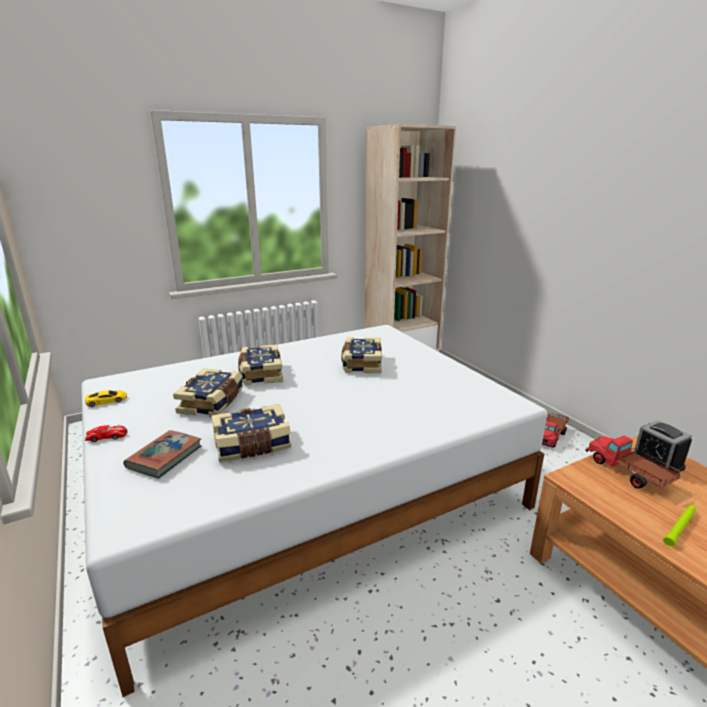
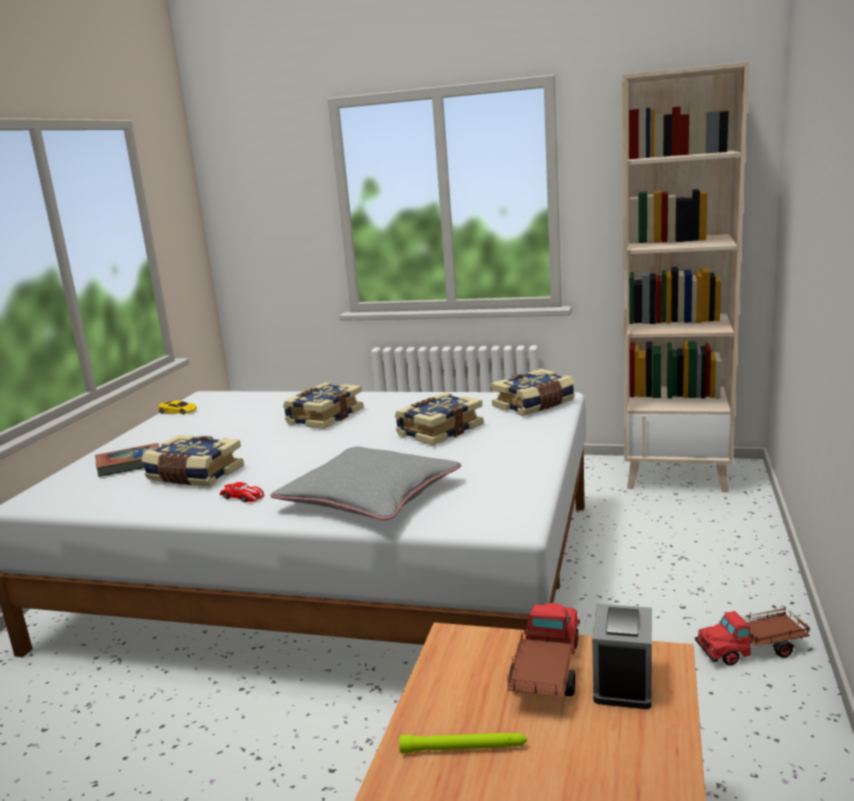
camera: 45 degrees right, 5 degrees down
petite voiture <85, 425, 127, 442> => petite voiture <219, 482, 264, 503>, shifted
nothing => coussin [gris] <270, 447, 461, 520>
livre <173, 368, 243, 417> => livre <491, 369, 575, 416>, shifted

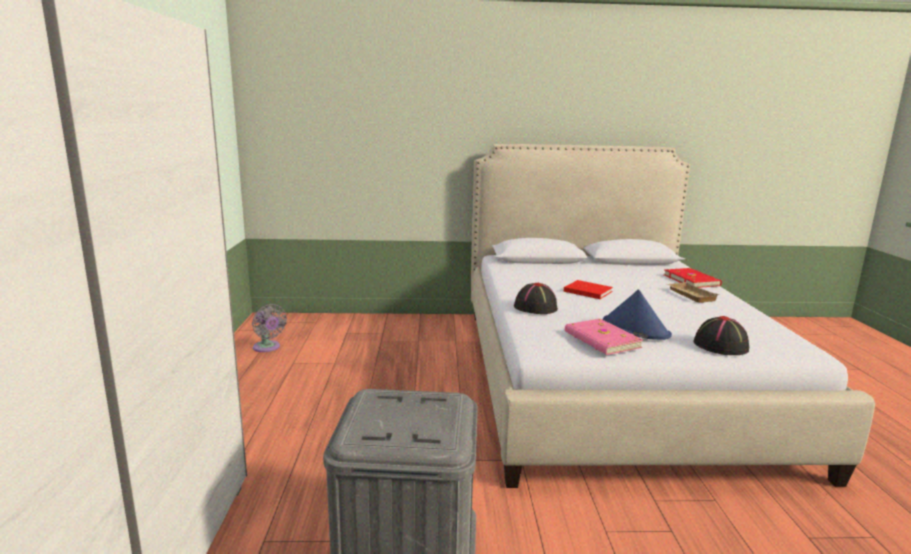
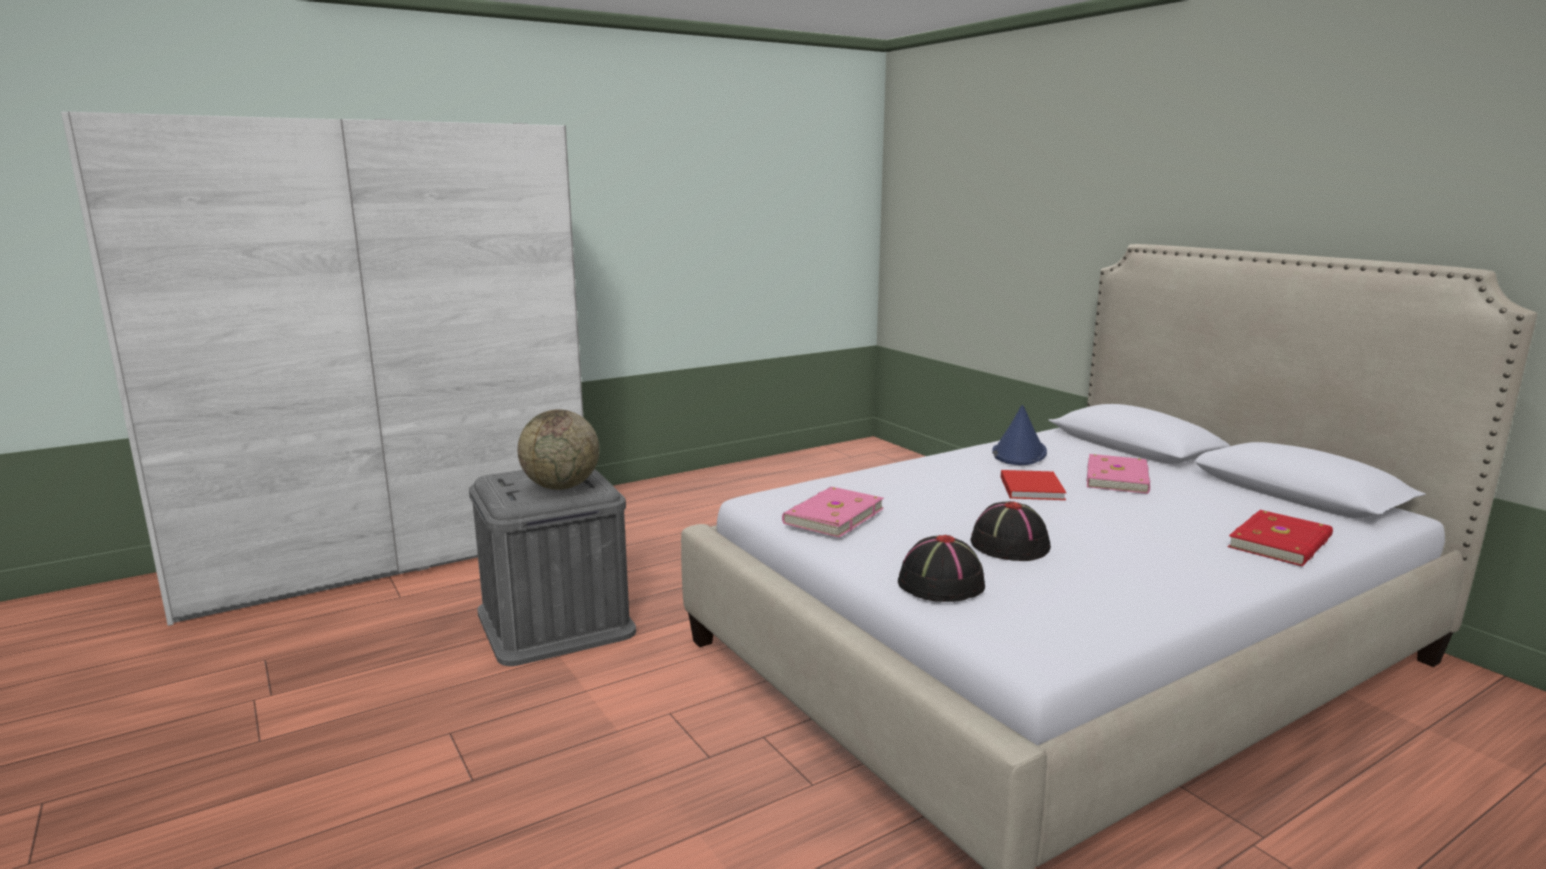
camera: 60 degrees right, 0 degrees up
nothing => globe <517, 409, 599, 490>
chapeau [noir] <514, 283, 558, 314> => chapeau [noir] <971, 501, 1051, 561>, shifted
chapeau [bleu] <603, 290, 672, 340> => chapeau [bleu] <992, 405, 1047, 465>, shifted
nothing => livre [rose] <1087, 454, 1150, 494>
ventilateur [gris] <252, 304, 287, 352> => nothing
plateau [beige] <666, 282, 720, 303> => nothing

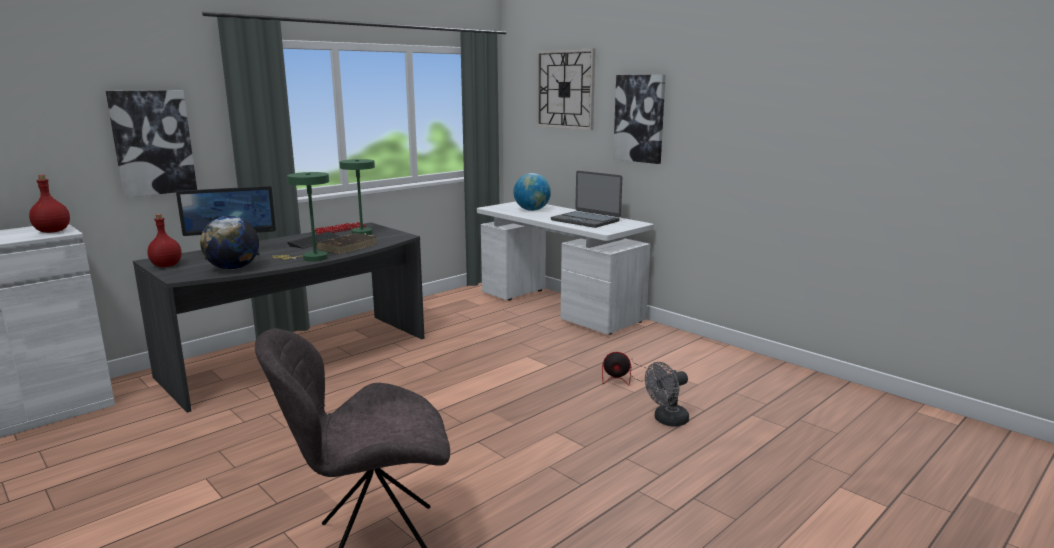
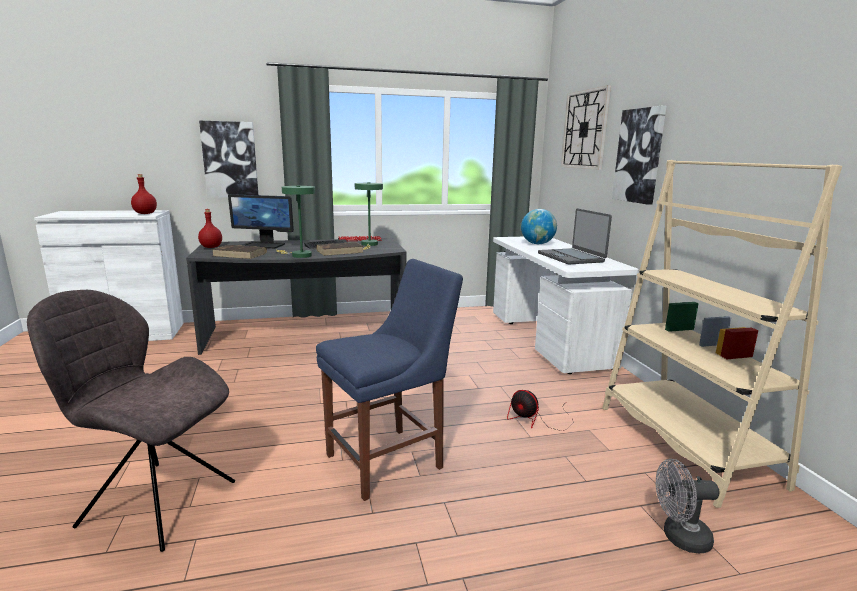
camera: 30 degrees right, 0 degrees up
globe <200, 216, 259, 270> => livre [marron] <211, 245, 267, 259>
nothing => chaise [bleu] <316, 259, 463, 501>
nothing => bibliothèque [beige] <602, 160, 842, 508>
ventilateur [gris] <645, 362, 689, 426> => ventilateur [gris] <656, 459, 719, 553>, shifted

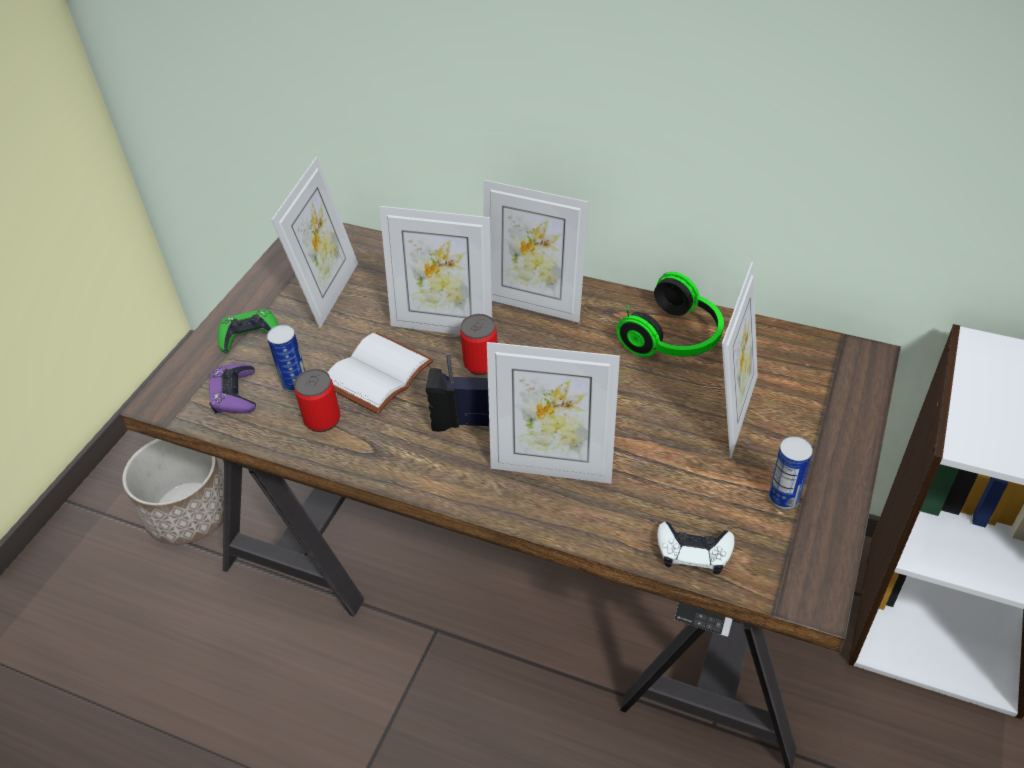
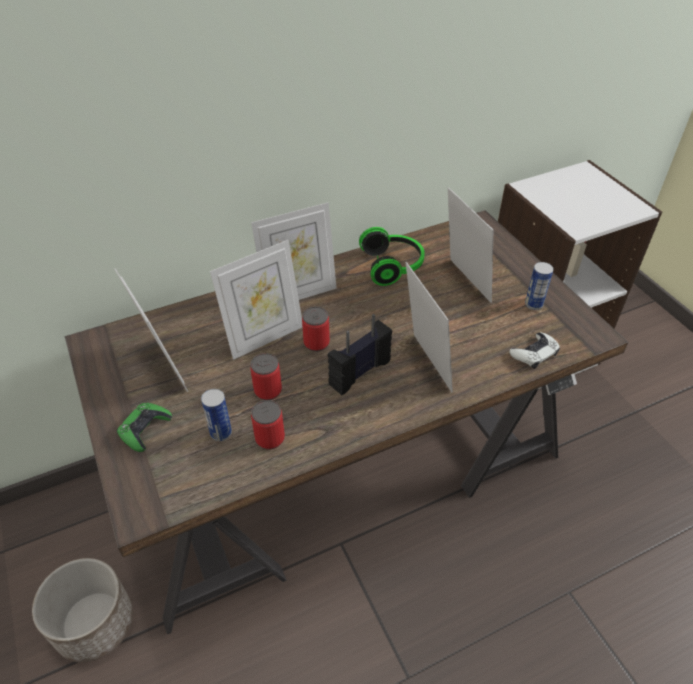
camera: 50 degrees left, 0 degrees up
livre [blanc] <327, 332, 434, 414> => boîte métallique <250, 353, 282, 400>
cadre photo <487, 342, 620, 483> => cadre photo <405, 262, 453, 392>, 75 degrees counterclockwise
manette [violet] <209, 364, 256, 414> => nothing

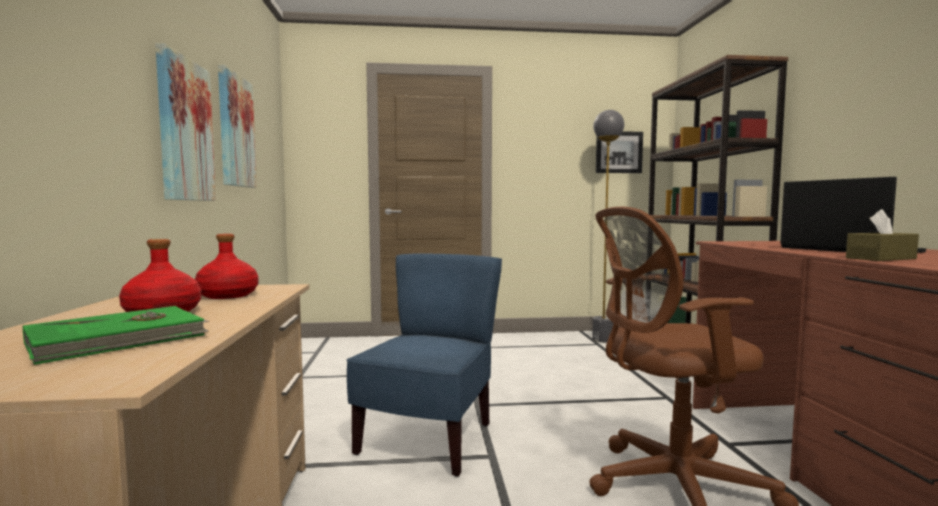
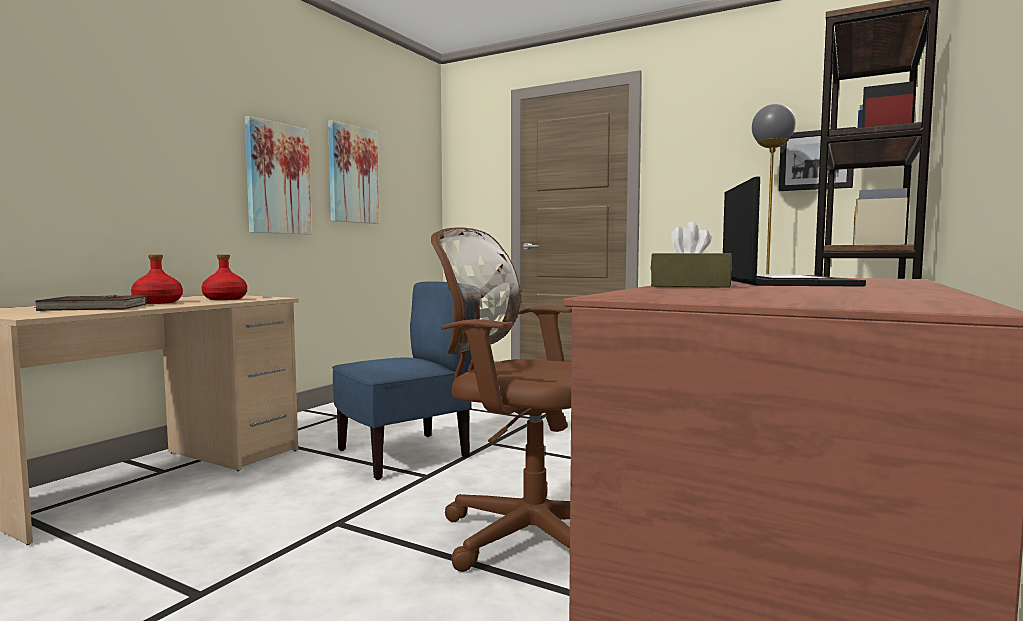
camera: 35 degrees right, 0 degrees up
livre [vert] <22, 306, 209, 365> => livre [marron] <34, 295, 146, 311>

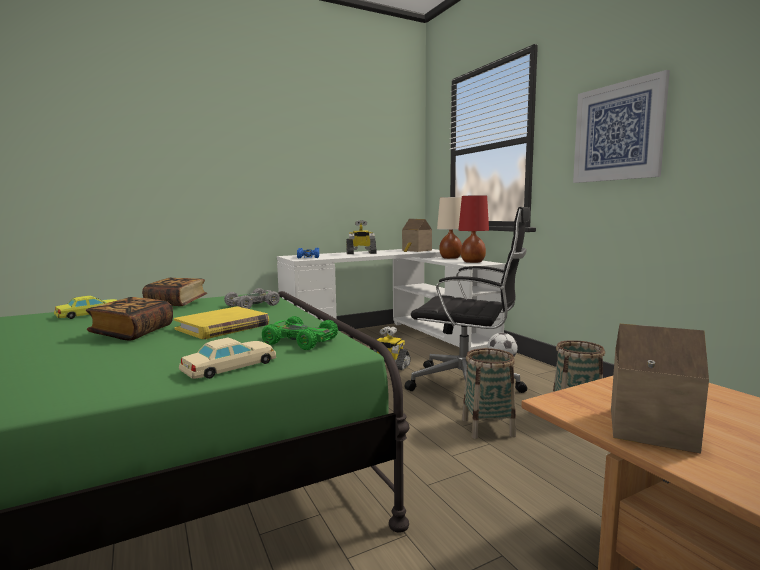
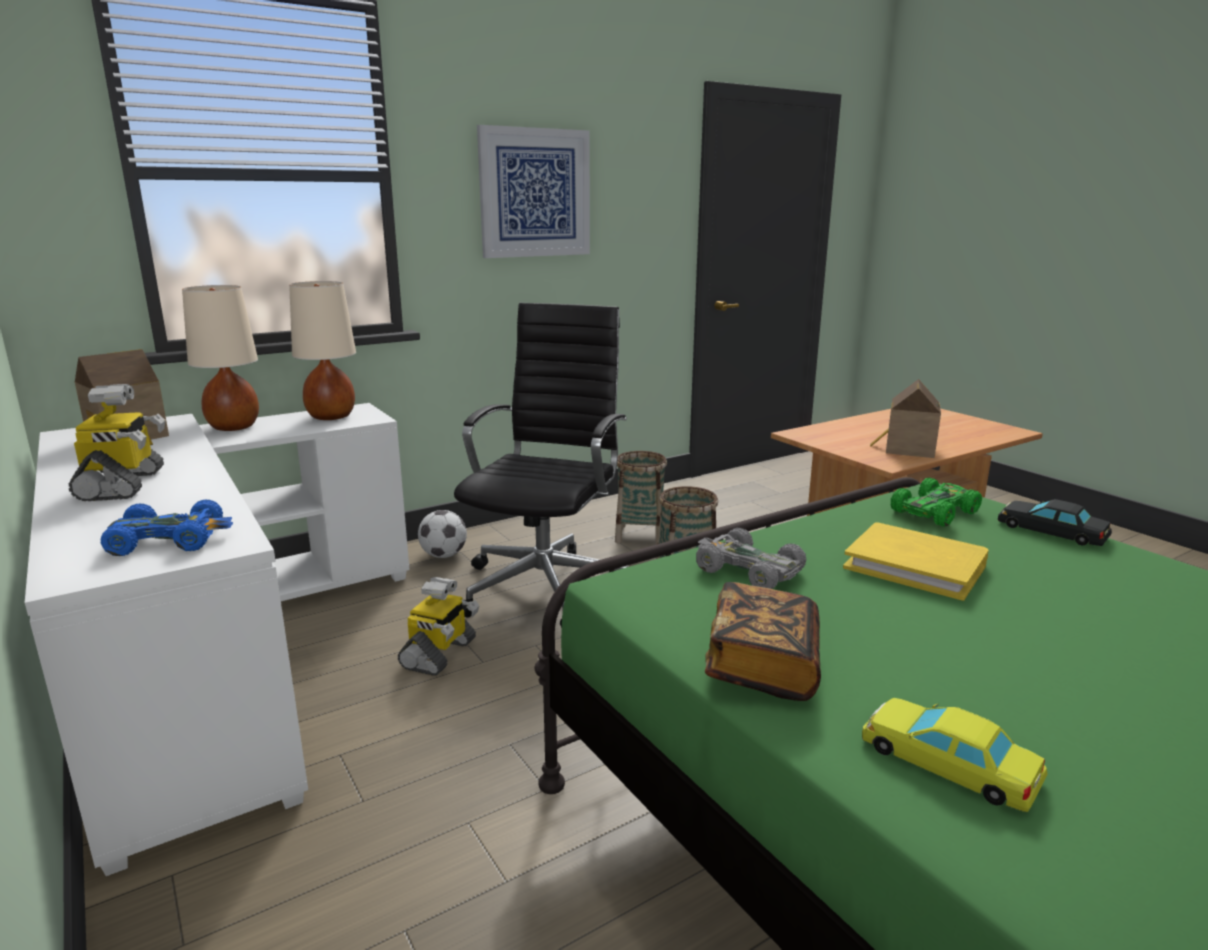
camera: 95 degrees left, 10 degrees up
lampe de table [rouge] <458, 195, 489, 263> => lampe de table [beige] <289, 281, 356, 420>
petite voiture [vert] <262, 316, 338, 350> => petite voiture [vert] <891, 478, 982, 526>, 150 degrees counterclockwise
petite voiture [beige] <179, 338, 276, 379> => petite voiture [noir] <998, 499, 1112, 546>
livre <86, 297, 173, 340> => nothing

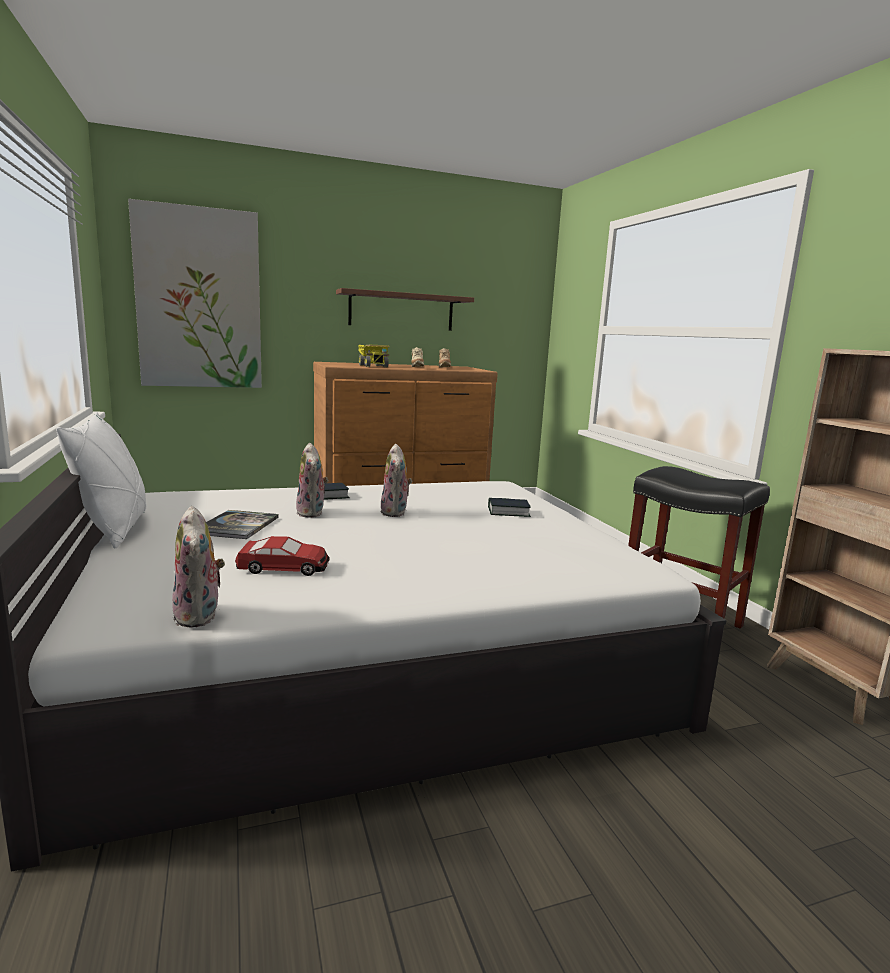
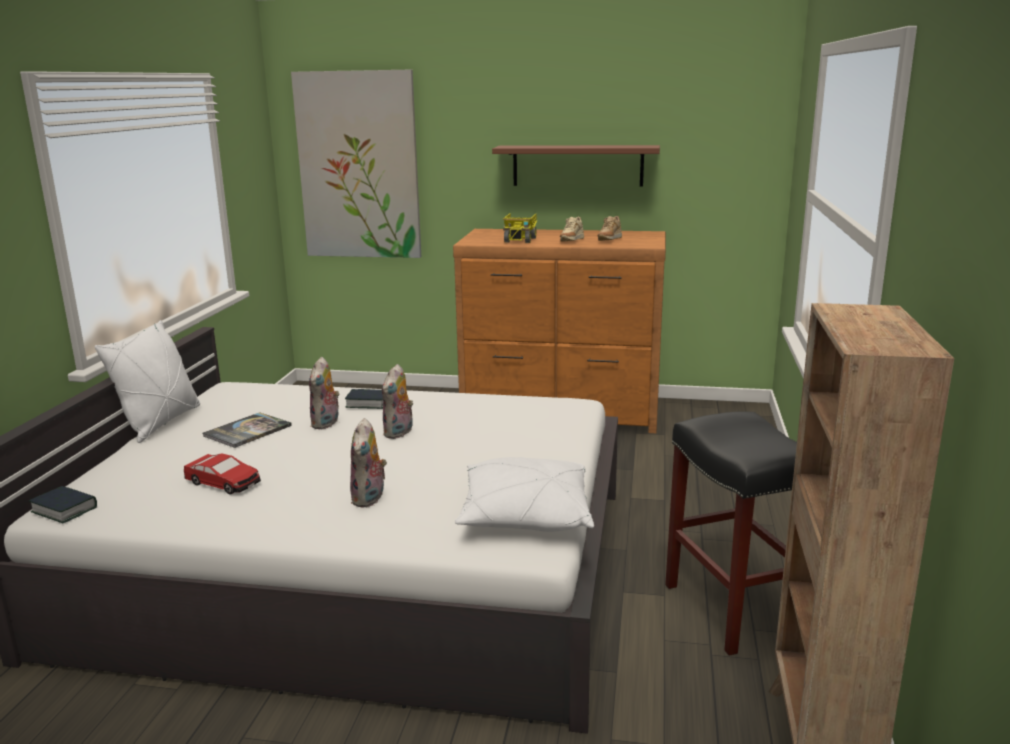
camera: 30 degrees right, 5 degrees up
livre <488, 498, 531, 517> => livre <29, 486, 97, 523>, shifted
peluche <172, 506, 225, 628> => peluche <350, 418, 387, 507>, shifted
nothing => coussin [blanc] <455, 457, 594, 532>

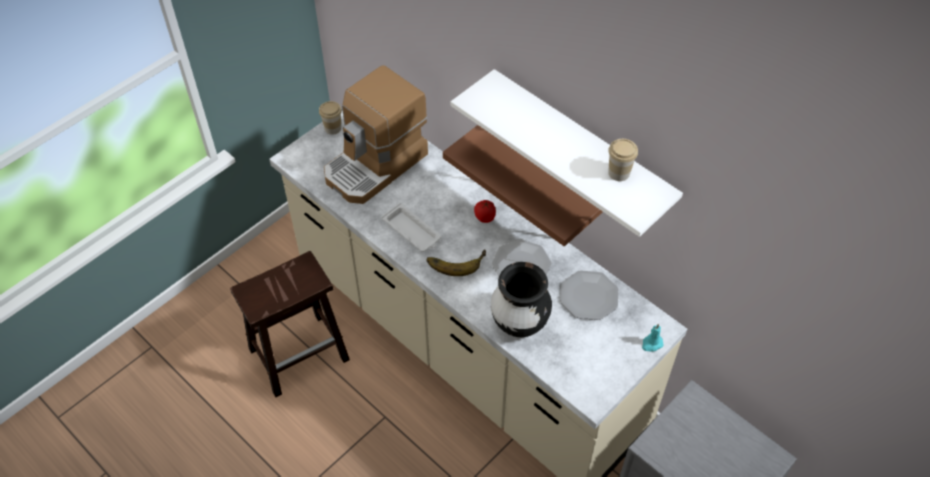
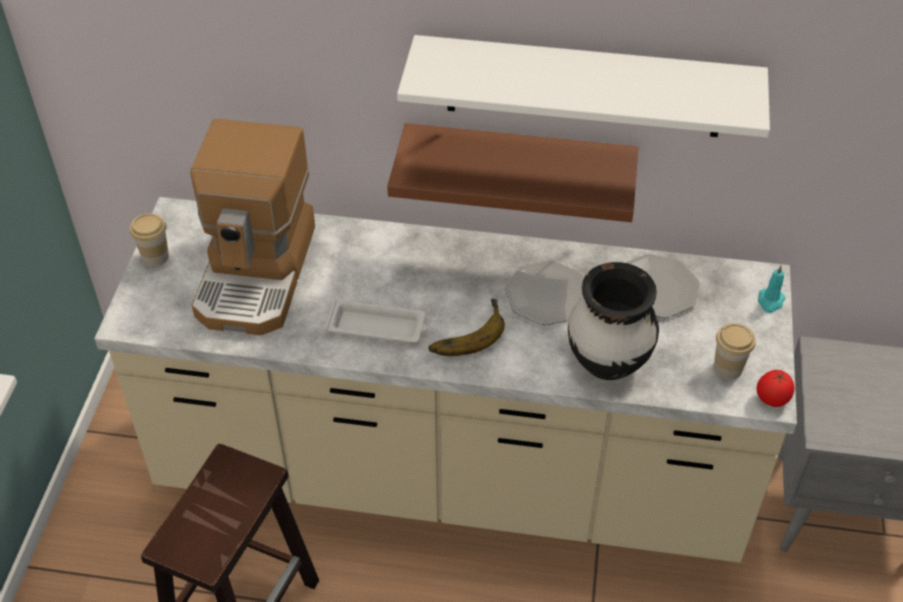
camera: 35 degrees left, 5 degrees down
tasse <608, 139, 638, 181> => tasse <714, 323, 756, 379>, shifted
tomate <474, 200, 496, 223> => tomate <757, 370, 795, 407>, shifted

